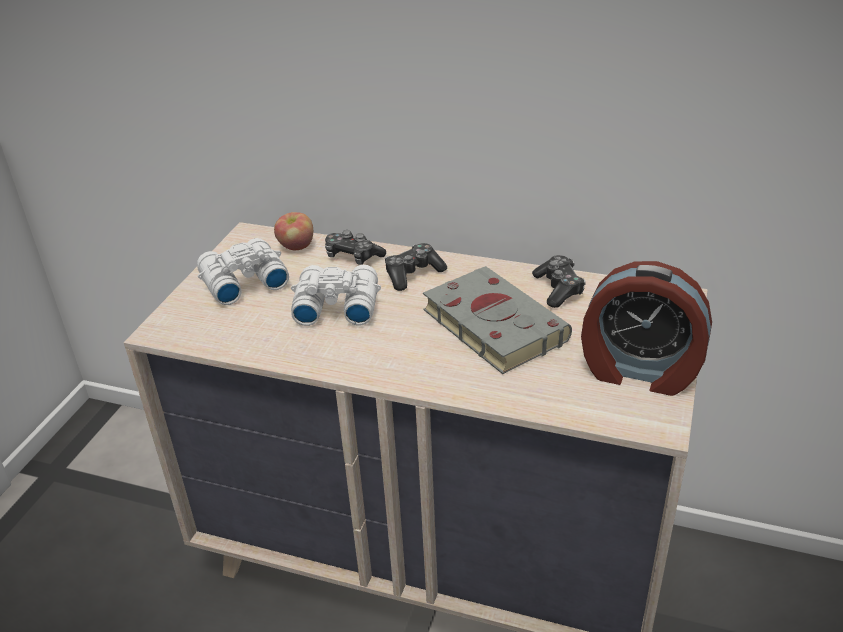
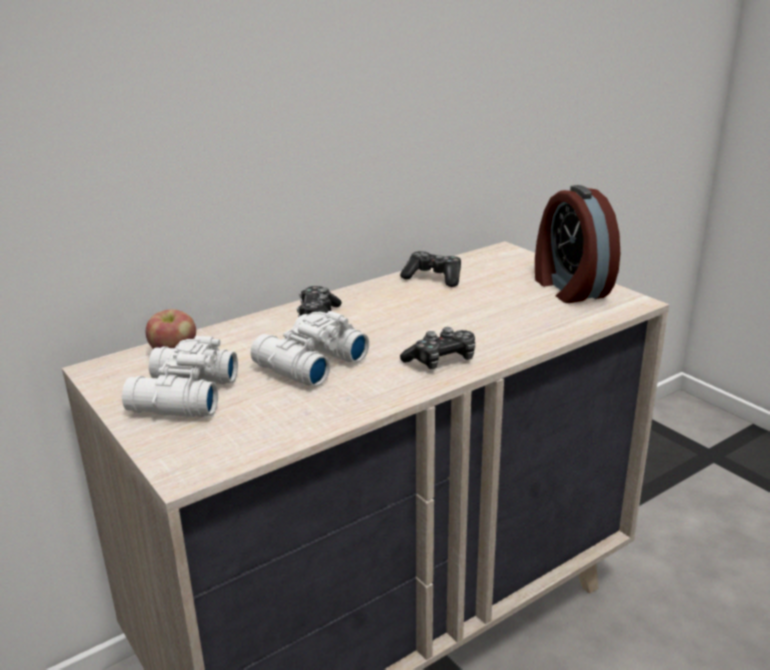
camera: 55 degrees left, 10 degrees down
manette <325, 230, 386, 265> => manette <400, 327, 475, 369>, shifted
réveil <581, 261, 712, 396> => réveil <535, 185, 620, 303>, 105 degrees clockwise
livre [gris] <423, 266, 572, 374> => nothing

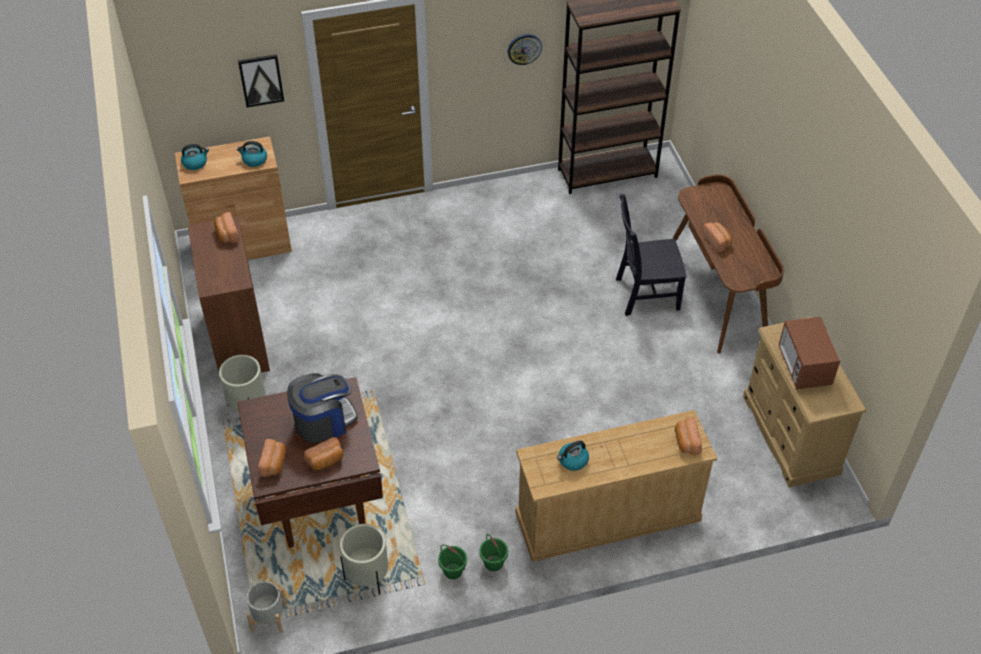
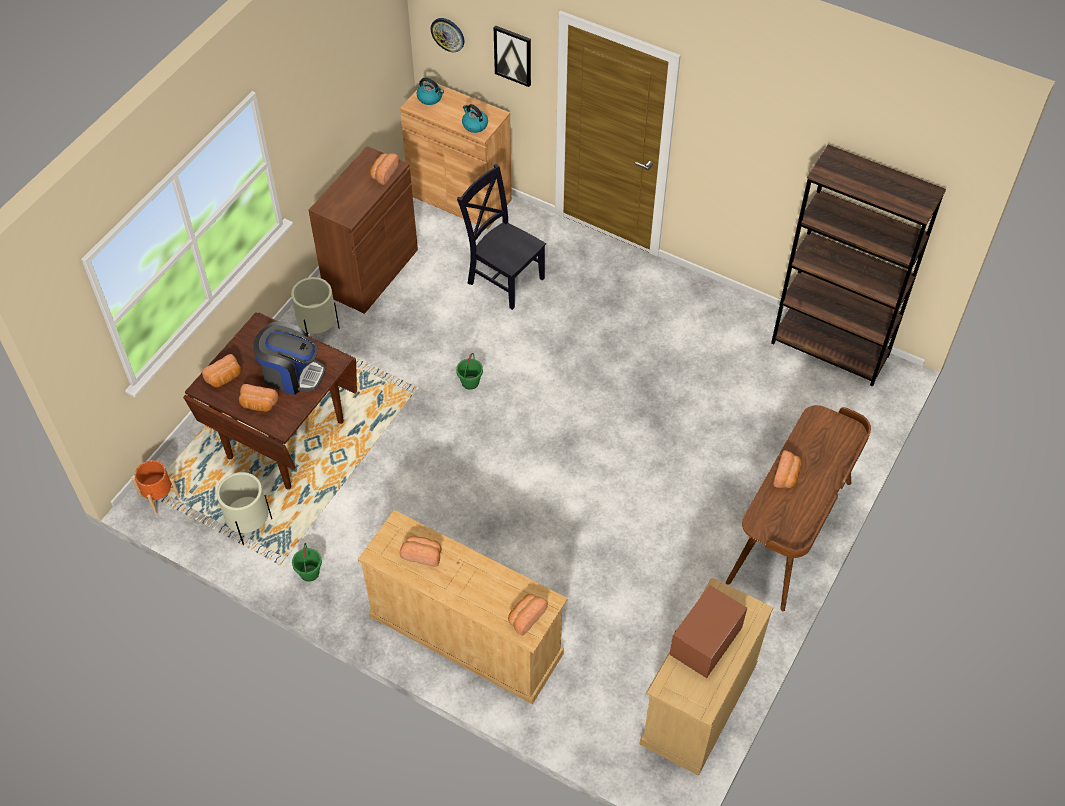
camera: 45 degrees right, 5 degrees up
cache-pot [gris] <246, 581, 287, 633> => cache-pot [orange] <132, 460, 180, 514>
bouilloire <557, 441, 589, 471> => pain <400, 536, 441, 566>
horloge murale <507, 34, 542, 65> => horloge murale <431, 18, 464, 52>, shifted
seau [vert] <479, 534, 508, 571> => seau [vert] <456, 353, 483, 390>, shifted
chaise [noir] <616, 194, 687, 316> => chaise [noir] <457, 164, 546, 310>, shifted

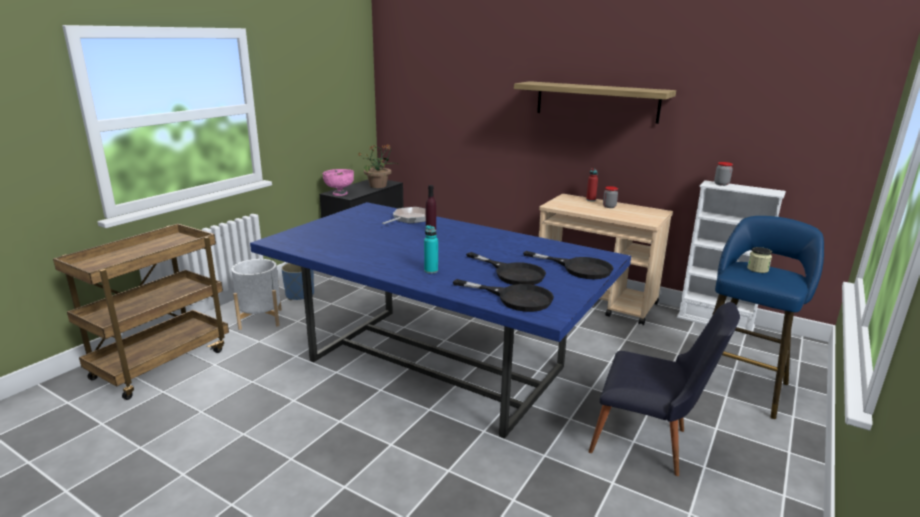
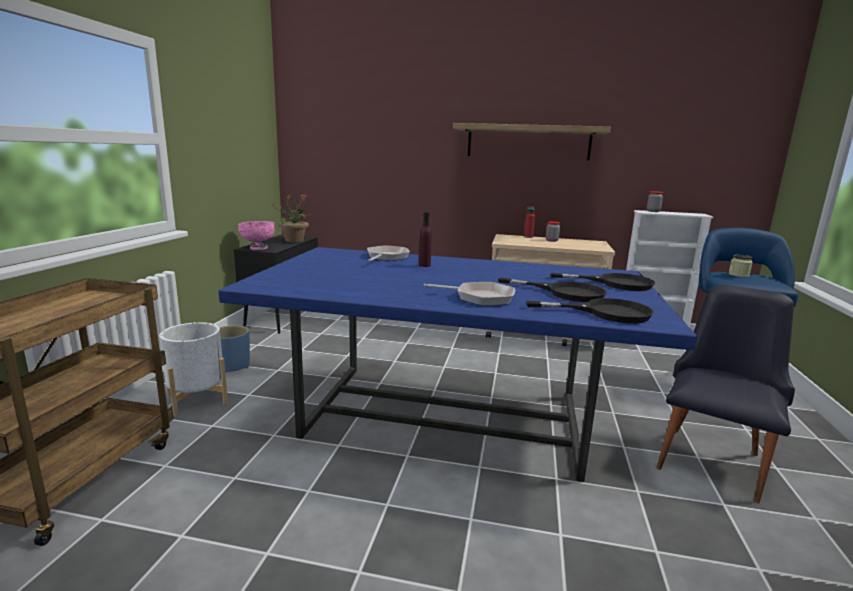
camera: 20 degrees left, 5 degrees down
bouteille [turquoise] <424, 225, 438, 274> => poêle <424, 282, 515, 306>
chaise [noir] <588, 302, 740, 476> => chaise [noir] <656, 285, 795, 503>, 60 degrees counterclockwise

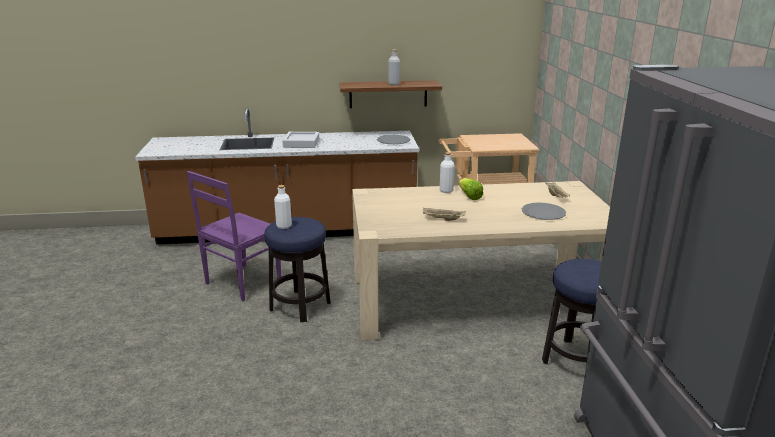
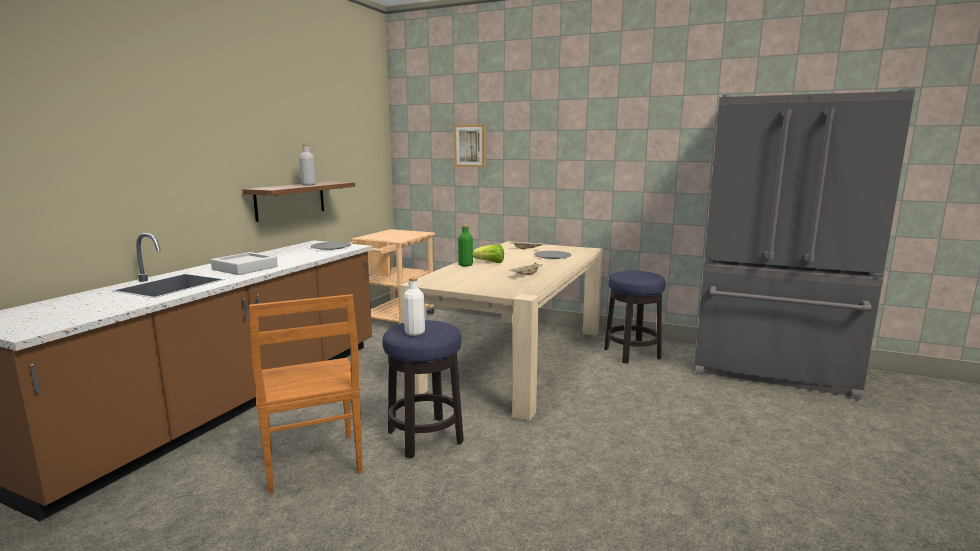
camera: 60 degrees left, 10 degrees down
chaise [violet] <187, 171, 281, 301> => chaise [marron] <249, 294, 363, 494>
nothing => tableau <454, 124, 486, 167>
bouteille [blanc] <440, 152, 455, 193> => bouteille [vert] <458, 225, 473, 266>

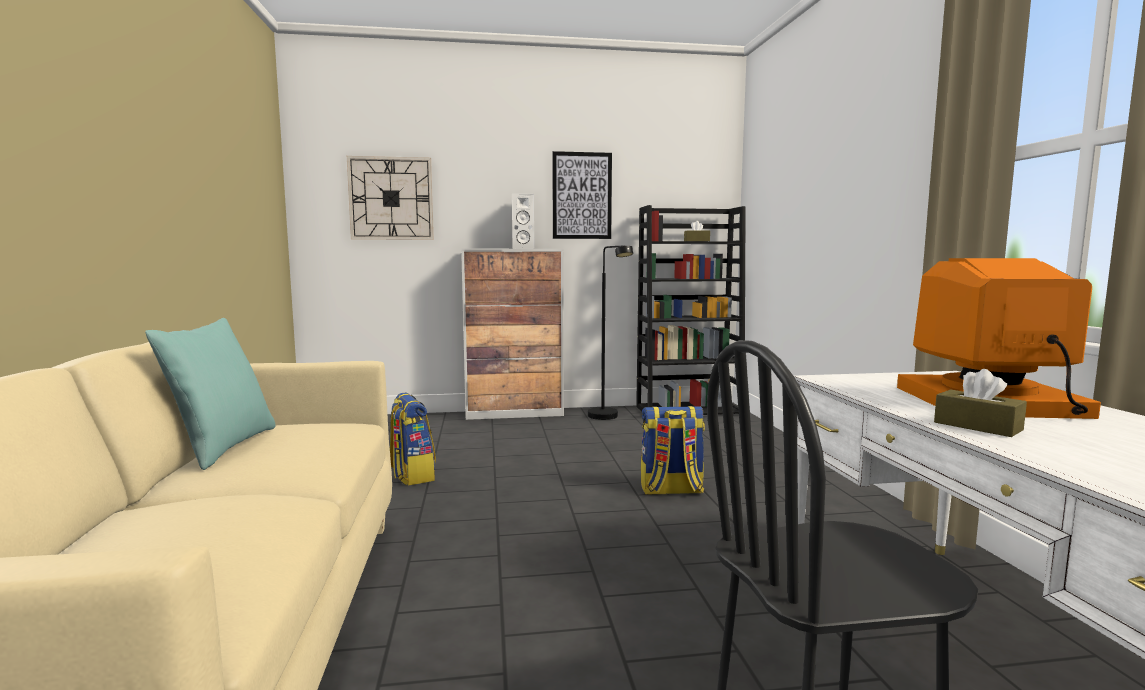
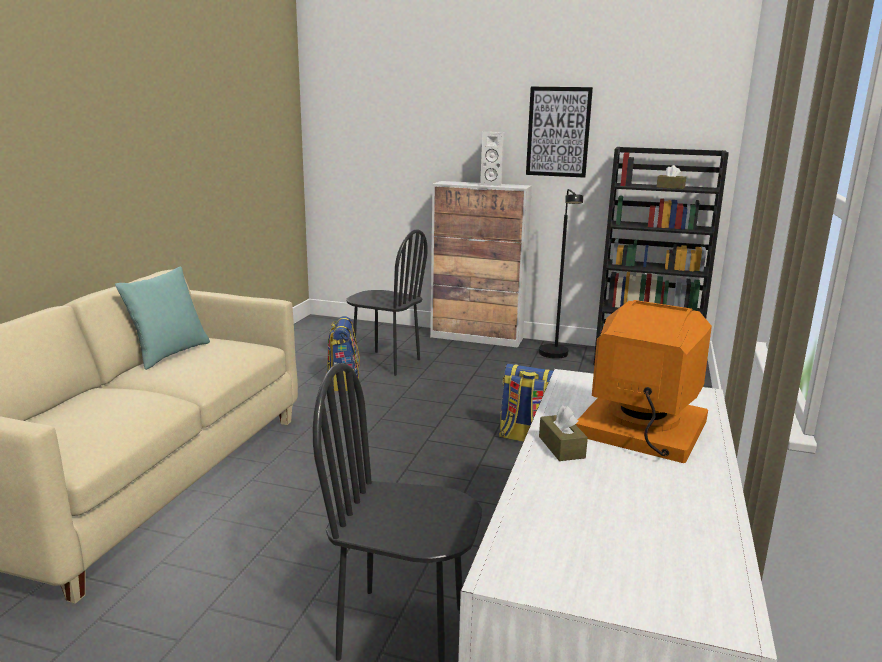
camera: 25 degrees right, 10 degrees up
nothing => chaise [noir] <346, 229, 428, 376>
horloge murale <347, 156, 434, 240> => nothing

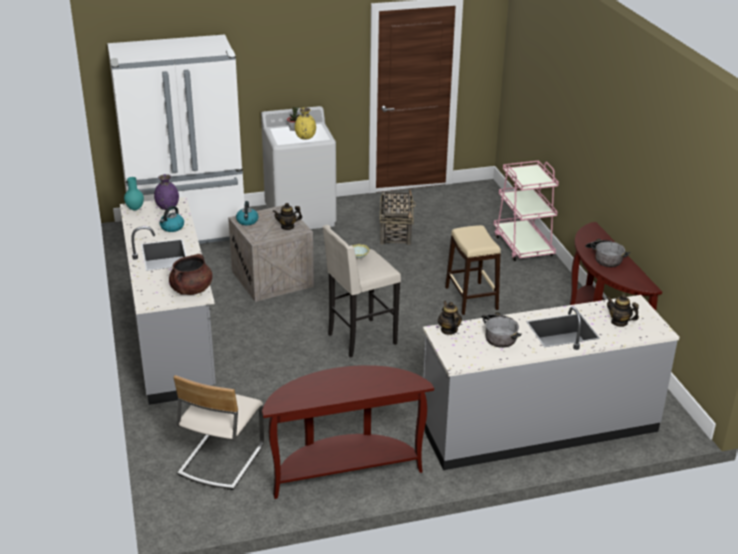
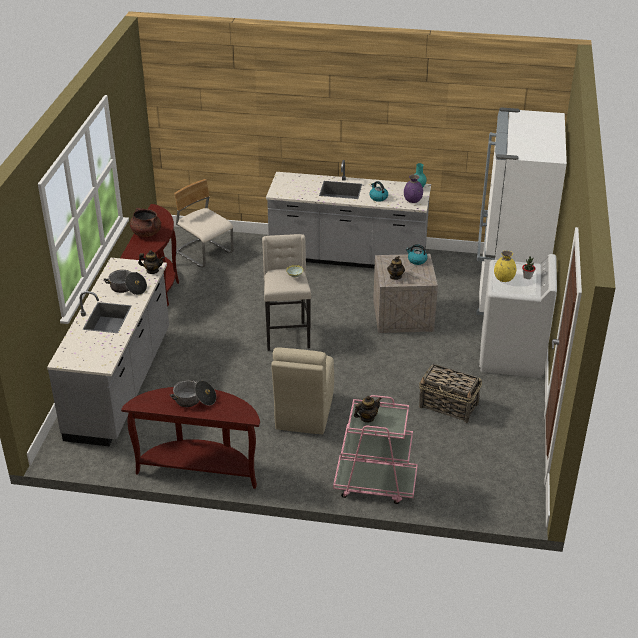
camera: 115 degrees right, 5 degrees up
marmite [marron] <169, 254, 212, 295> => marmite [marron] <130, 208, 161, 237>, shifted
tabouret [beige] <445, 225, 501, 315> => chaise [beige] <271, 348, 334, 434>
théière <606, 294, 639, 327> => théière <354, 396, 382, 422>, shifted

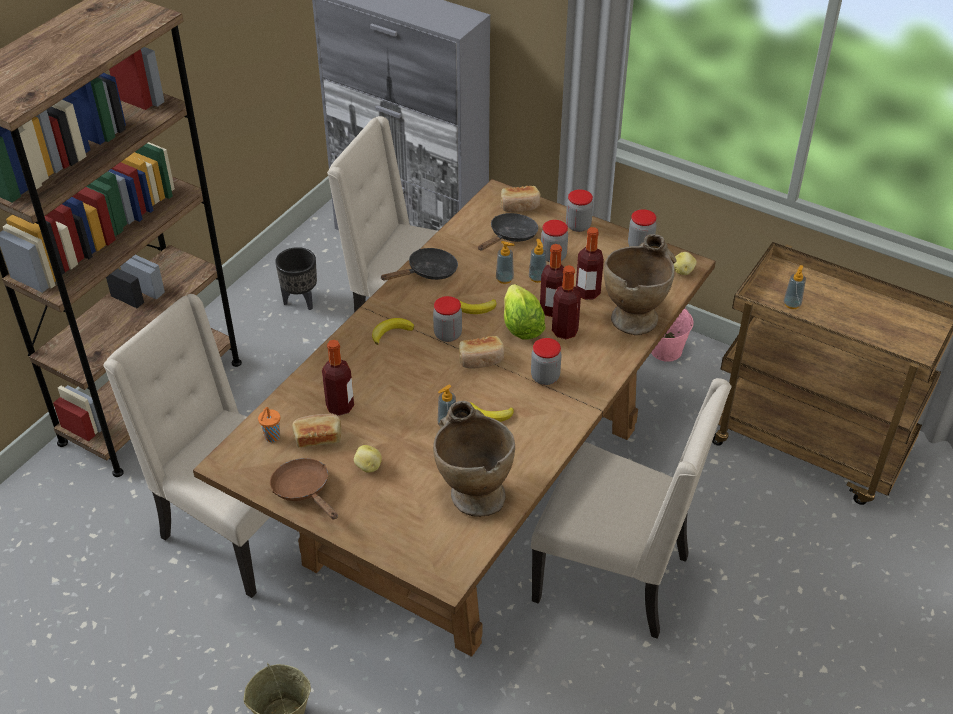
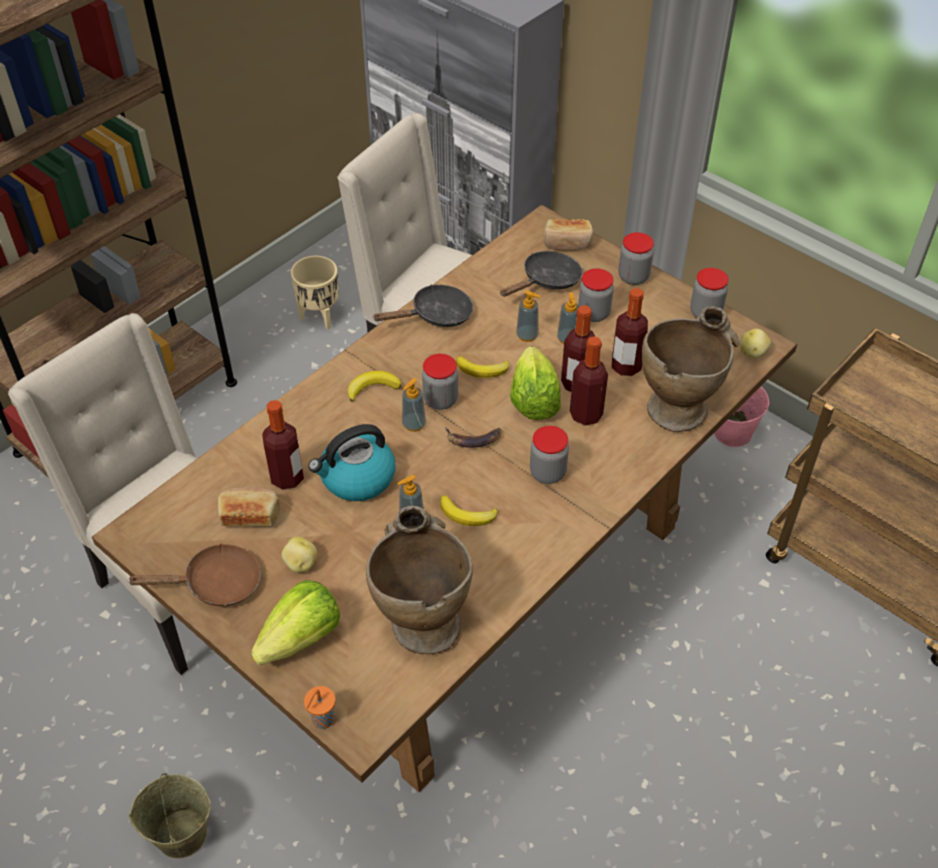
camera: 10 degrees right, 5 degrees up
poêle [marron] <270, 458, 338, 520> => poêle [marron] <127, 543, 261, 607>, 105 degrees clockwise
nothing => laitue <251, 580, 340, 665>
cache-pot [noir] <275, 247, 317, 310> => cache-pot [beige] <290, 256, 339, 330>
tasse [orange] <258, 407, 280, 442> => tasse [orange] <304, 686, 336, 729>, shifted
nothing => bouilloire <308, 424, 396, 501>
distributeur de savon <784, 265, 806, 309> => distributeur de savon <402, 378, 426, 432>, shifted
pain <459, 336, 505, 369> => banane <445, 427, 502, 448>
chaise [beige] <531, 378, 731, 639> => nothing

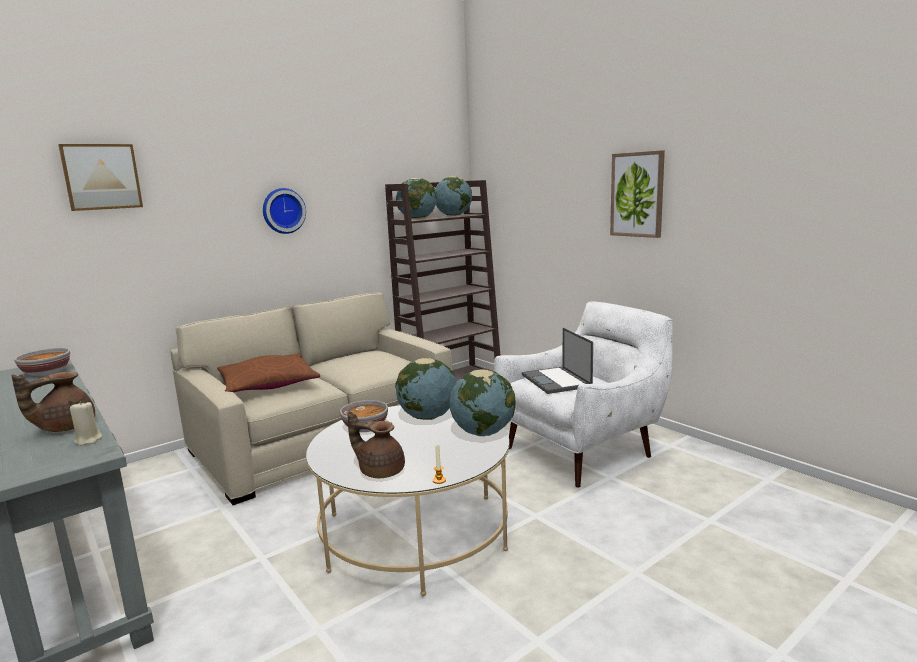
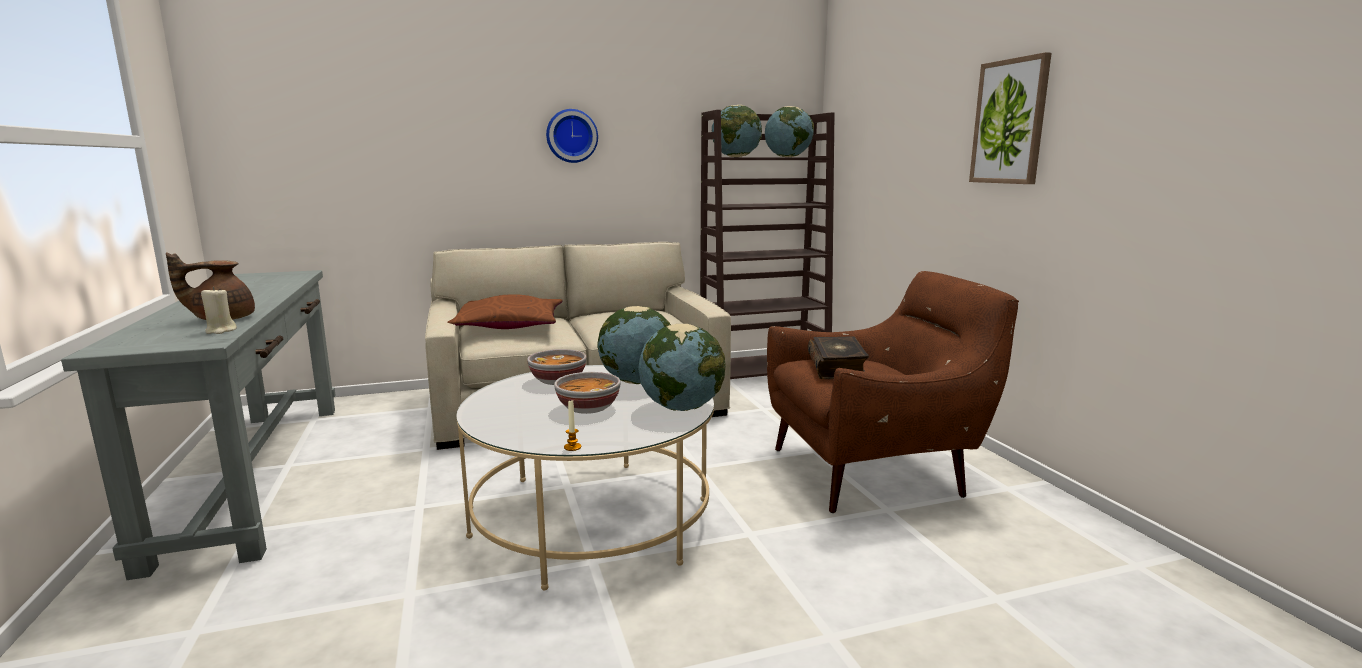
camera: 20 degrees right, 0 degrees up
bol <14, 348, 70, 376> => bol <554, 372, 620, 414>, shifted
fauteuil [blanc] <494, 302, 673, 488> => fauteuil [marron] <767, 271, 1019, 513>
ordinateur portable <522, 328, 593, 394> => livre <808, 336, 869, 379>
tableau <58, 144, 143, 211> => nothing
théière [marron] <347, 411, 405, 478> => nothing

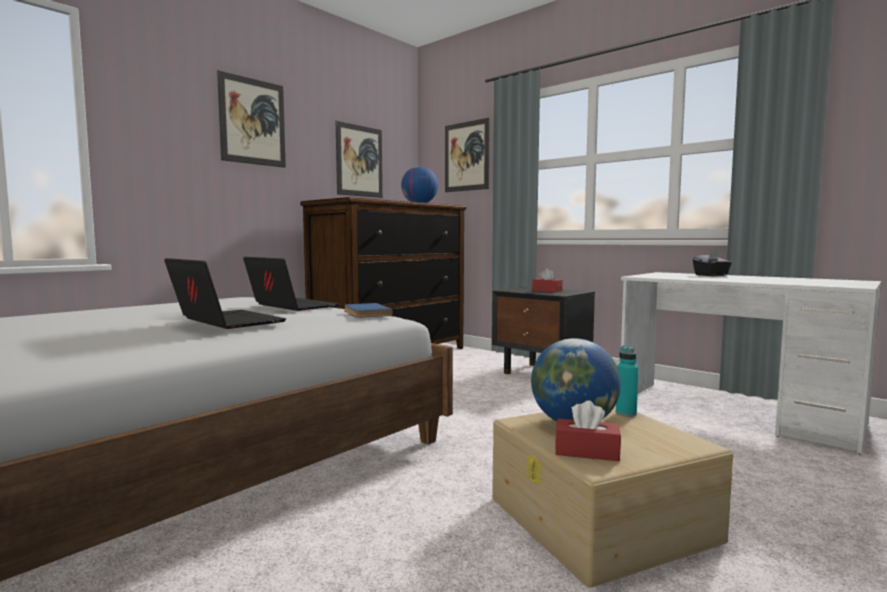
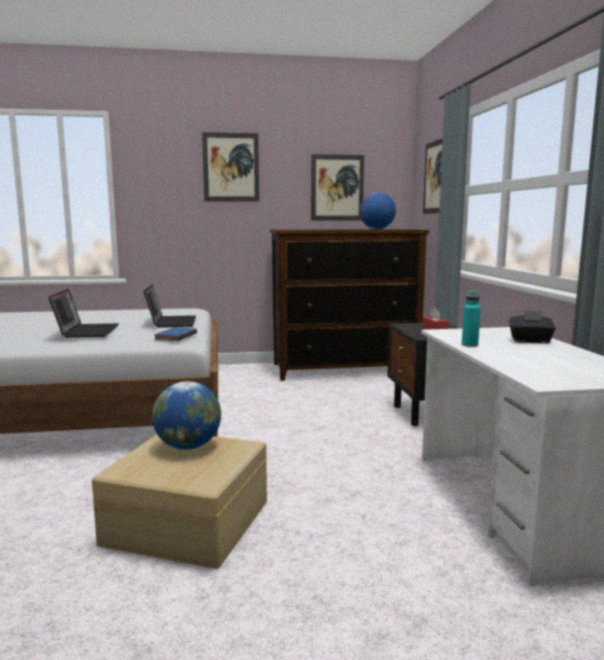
camera: 40 degrees right, 5 degrees up
bouteille [turquoise] <616, 346, 639, 417> => bouteille [turquoise] <462, 290, 481, 347>, shifted
boîte à mouchoirs [rouge] <555, 400, 621, 461> => nothing

